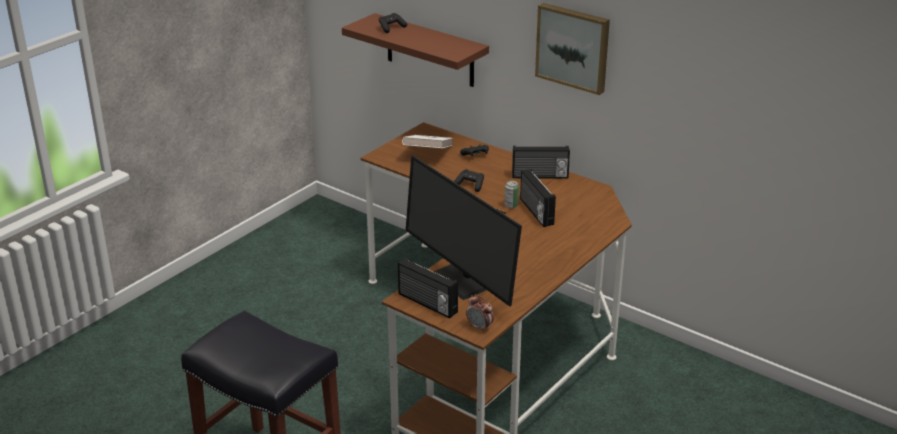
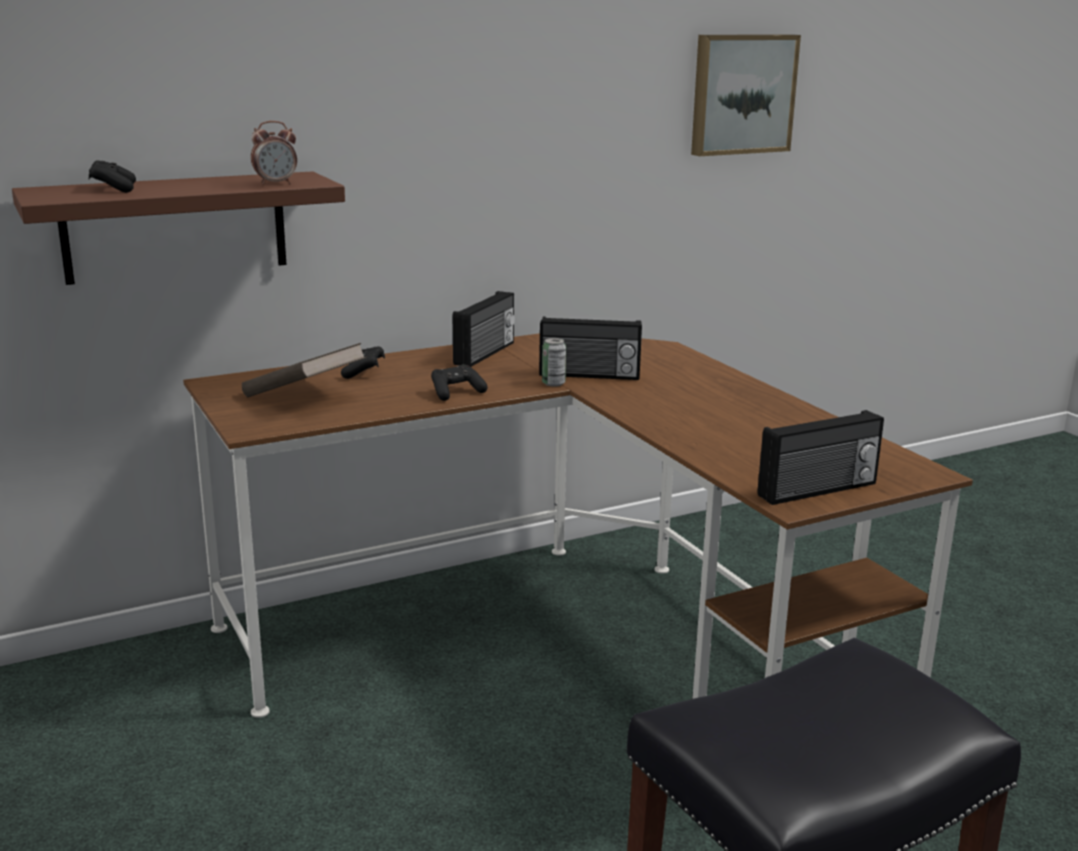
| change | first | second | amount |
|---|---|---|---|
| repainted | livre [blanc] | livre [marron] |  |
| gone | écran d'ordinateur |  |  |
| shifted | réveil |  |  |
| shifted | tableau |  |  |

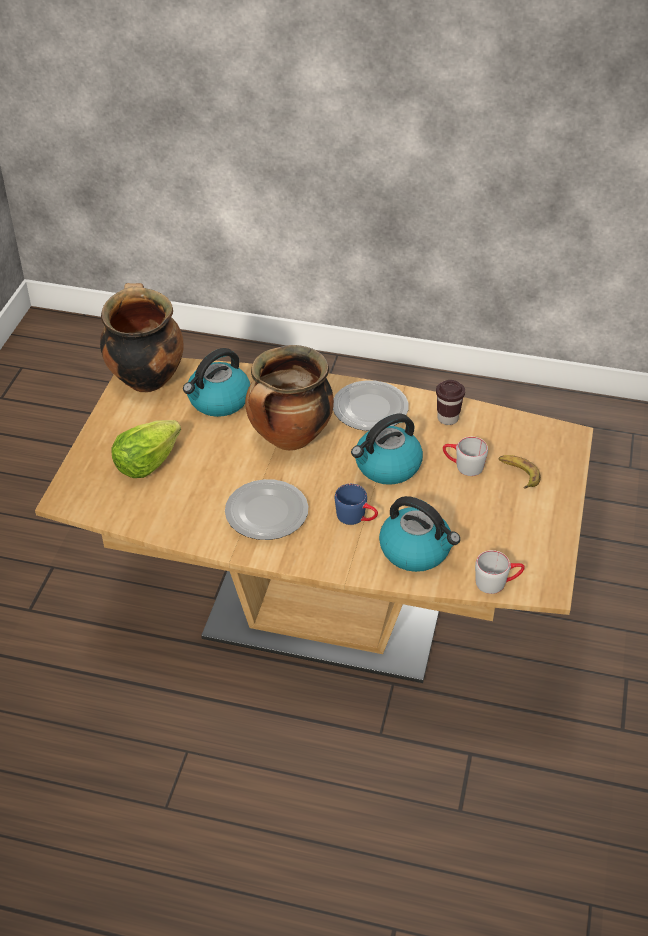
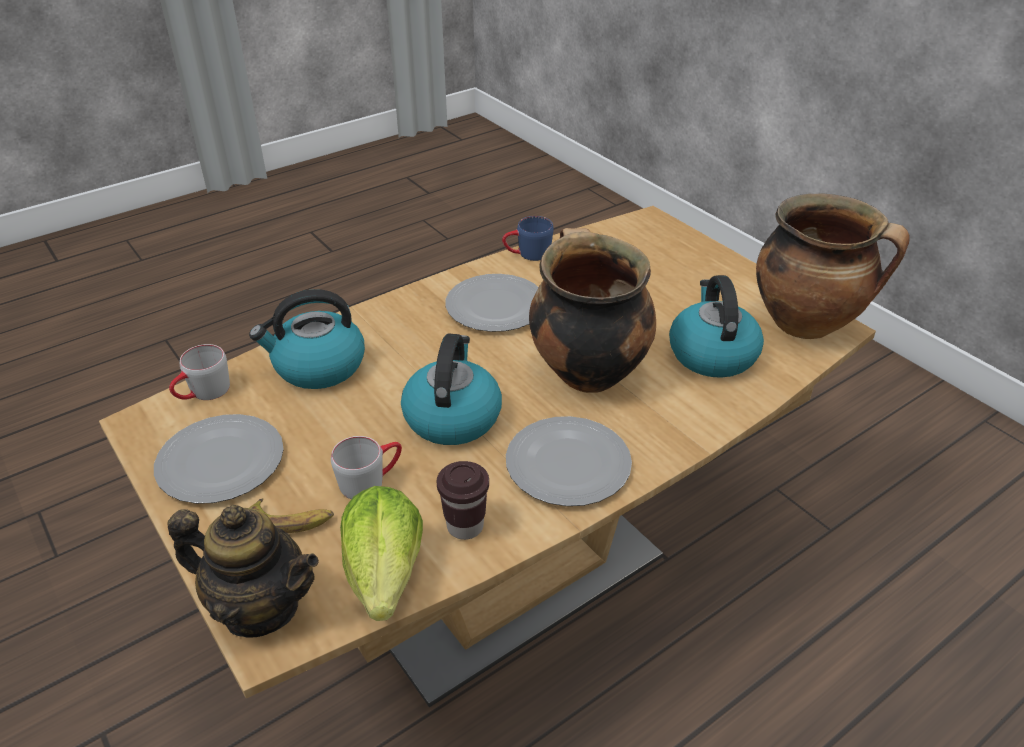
| change | first | second | amount |
|---|---|---|---|
| shifted | laitue |  |  |
| shifted | mug [bleu] |  |  |
| new |  | assiette (no. 1 from left) |  |
| new |  | théière |  |

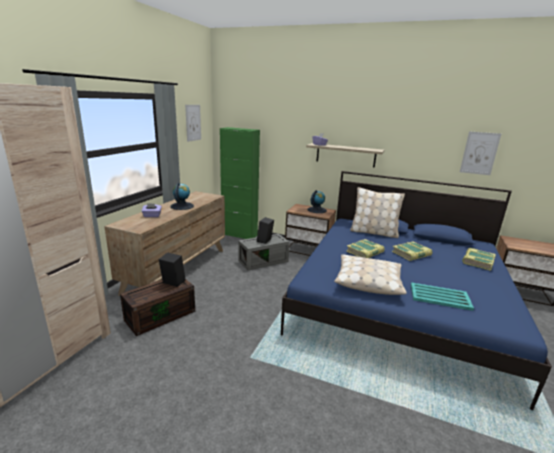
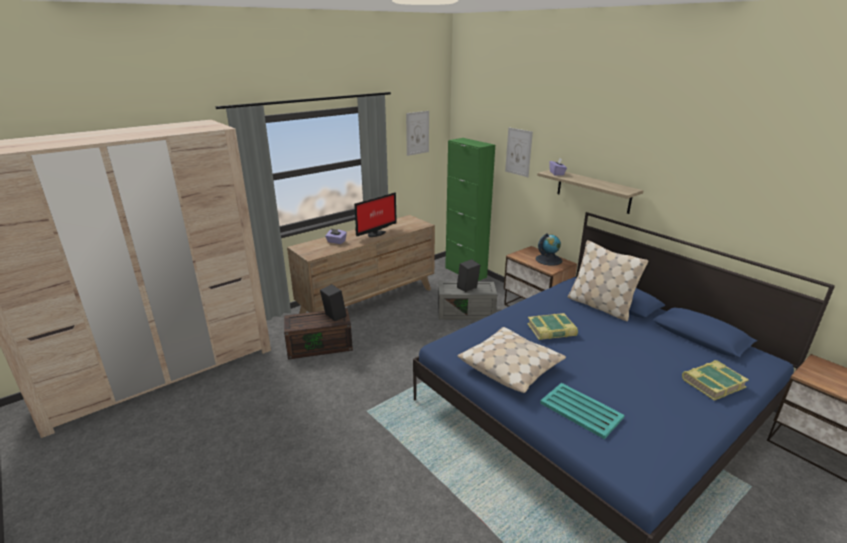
| change | first | second | amount |
|---|---|---|---|
| swapped | globe (no. 1 from left) | écran d'ordinateur |  |
| gone | livre (no. 2 from left) |  |  |
| shifted | tableau (no. 2 from left) |  |  |

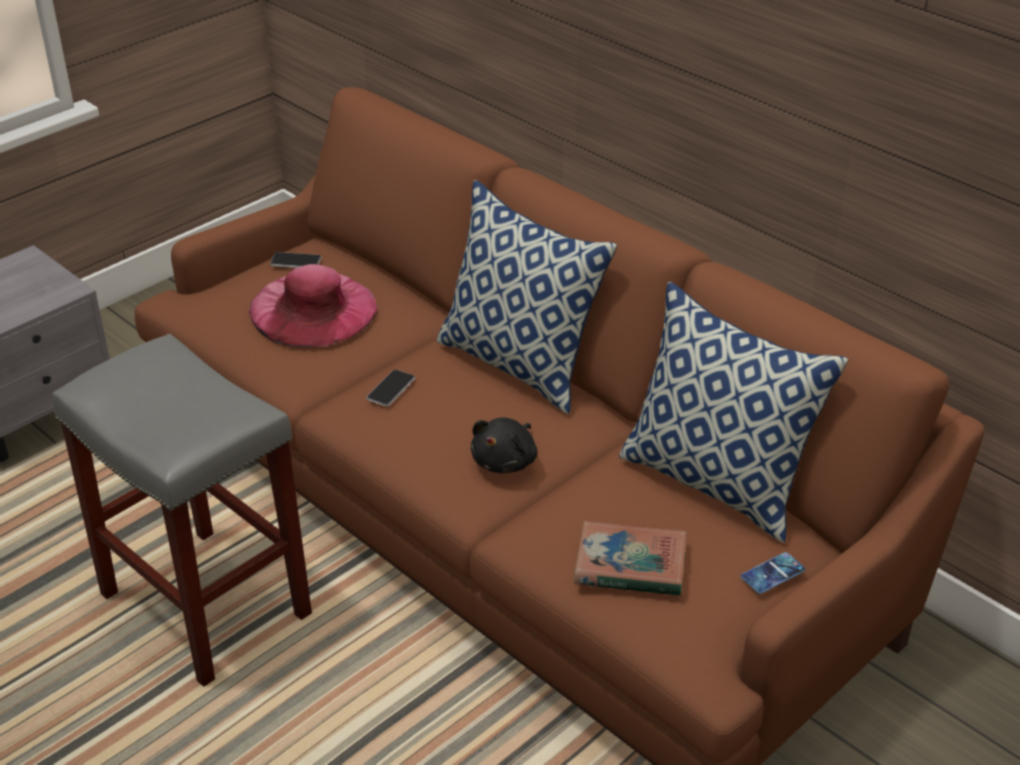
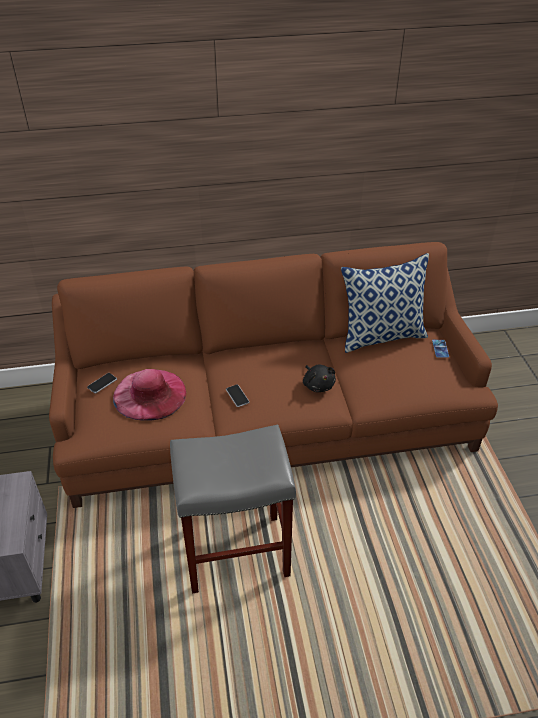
| change | first | second | amount |
|---|---|---|---|
| gone | coussin (no. 1 from left) |  |  |
| gone | livre |  |  |

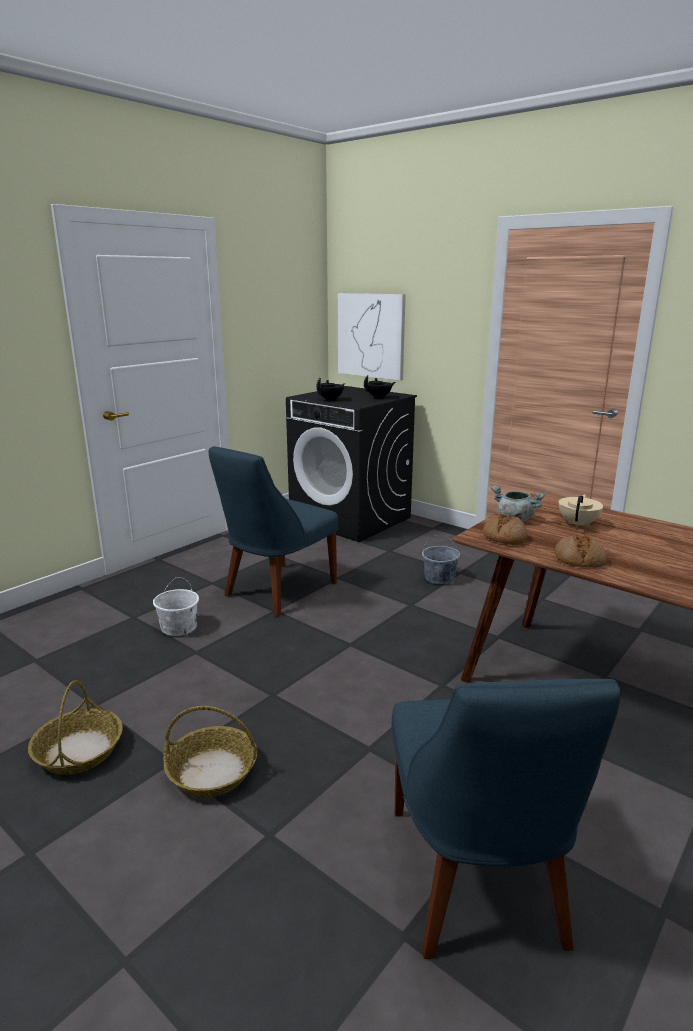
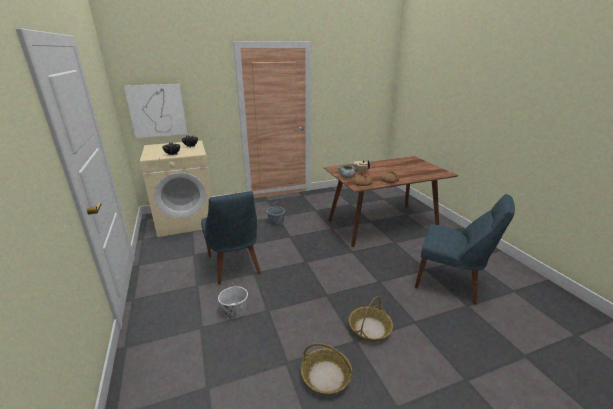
| change | first | second | amount |
|---|---|---|---|
| repainted | lave-linge [noir] | lave-linge [beige] |  |

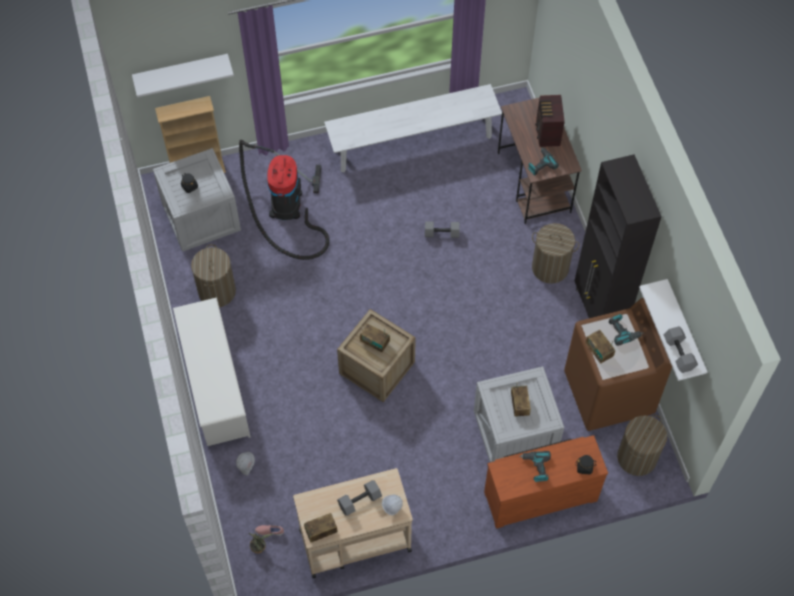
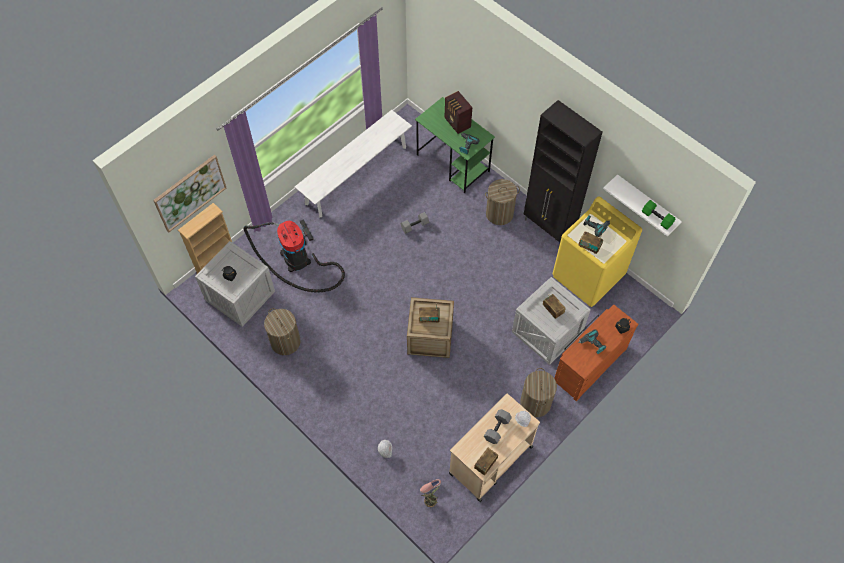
| change | first | second | amount |
|---|---|---|---|
| swapped | étagère [blanc] (no. 1 from left) | tableau |  |
| gone | étagère à chaussures [blanc] |  |  |
| repainted | bureau [marron] | bureau [vert] |  |
| repainted | lave-linge [marron] | lave-linge [jaune] |  |
| shifted | panier à linge (no. 3 from left) |  |  |
| repainted | haltère [gris] (no. 3 from left) | haltère [vert] |  |

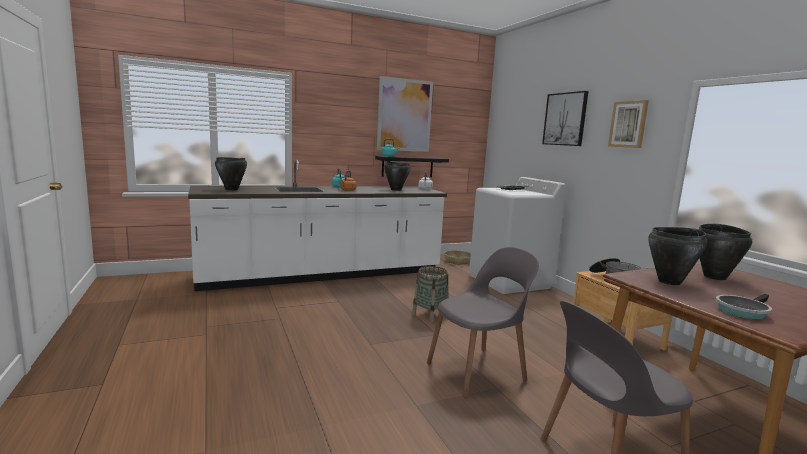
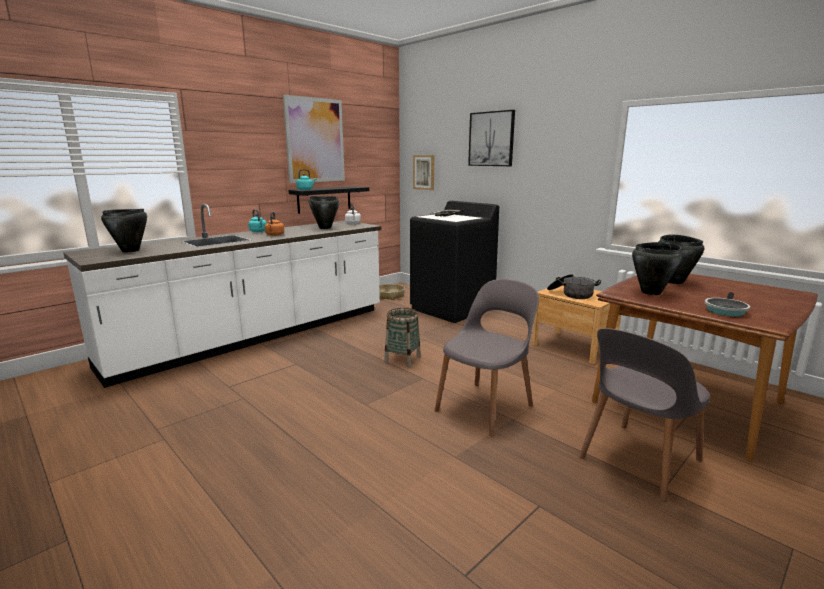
| change | first | second | amount |
|---|---|---|---|
| repainted | lave-linge [blanc] | lave-linge [noir] |  |
| shifted | tableau (no. 3 from left in the first image) | tableau (no. 2 from left) |  |

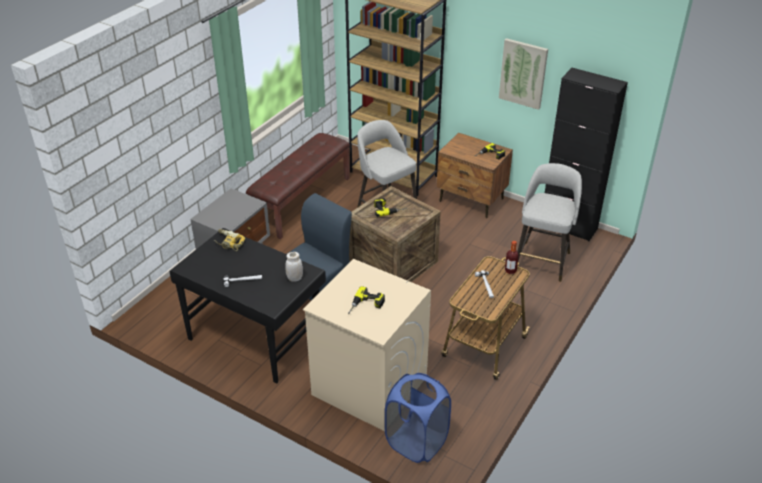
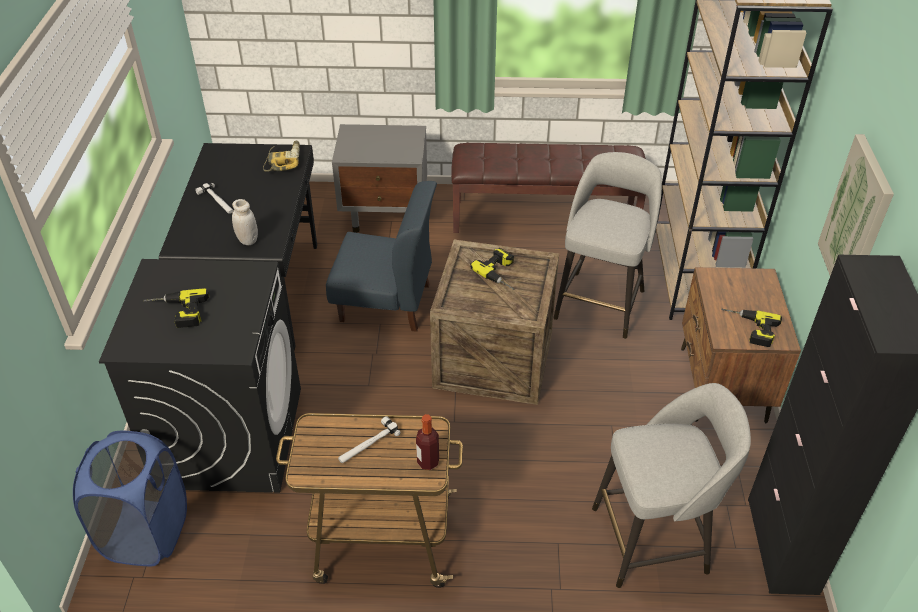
| change | first | second | amount |
|---|---|---|---|
| repainted | lave-linge [beige] | lave-linge [noir] |  |

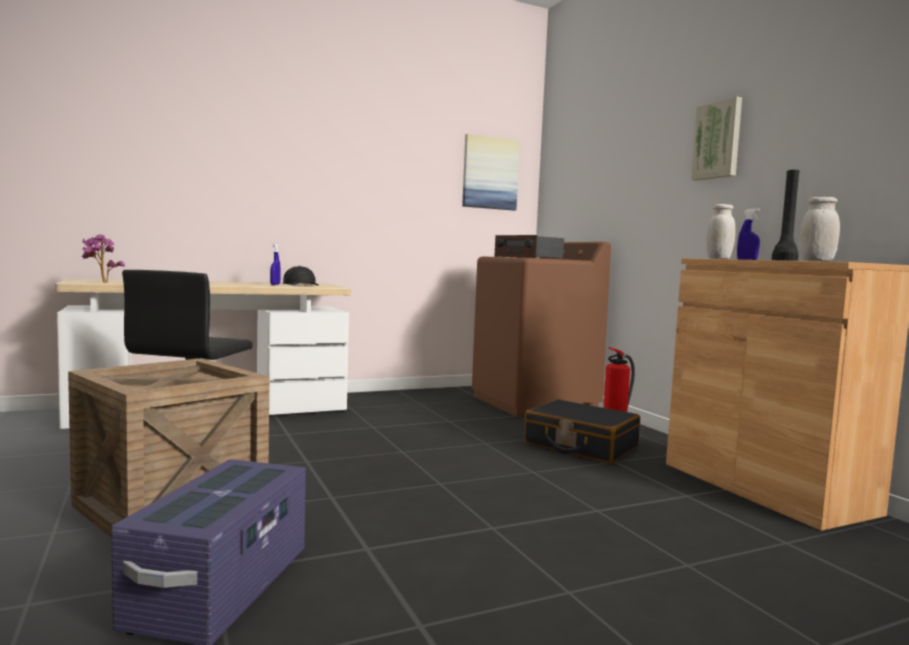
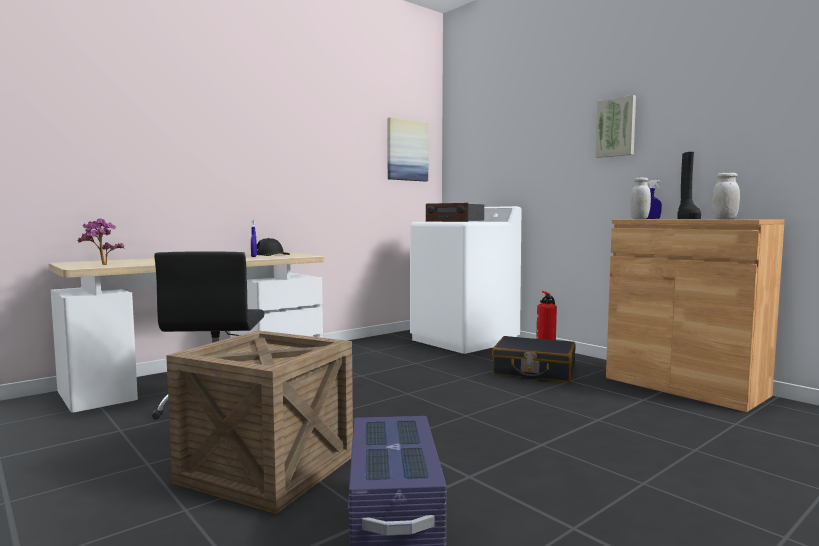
| change | first | second | amount |
|---|---|---|---|
| repainted | lave-linge [marron] | lave-linge [blanc] |  |

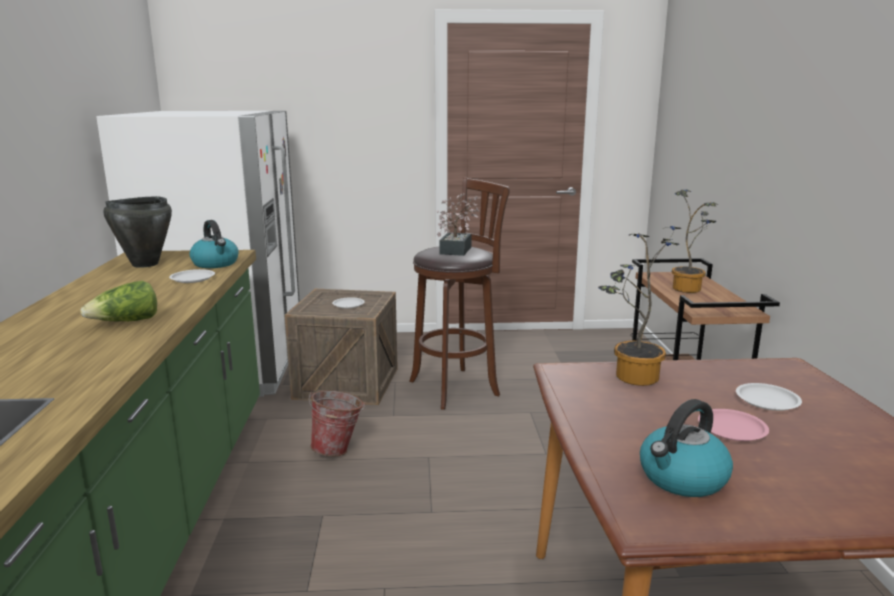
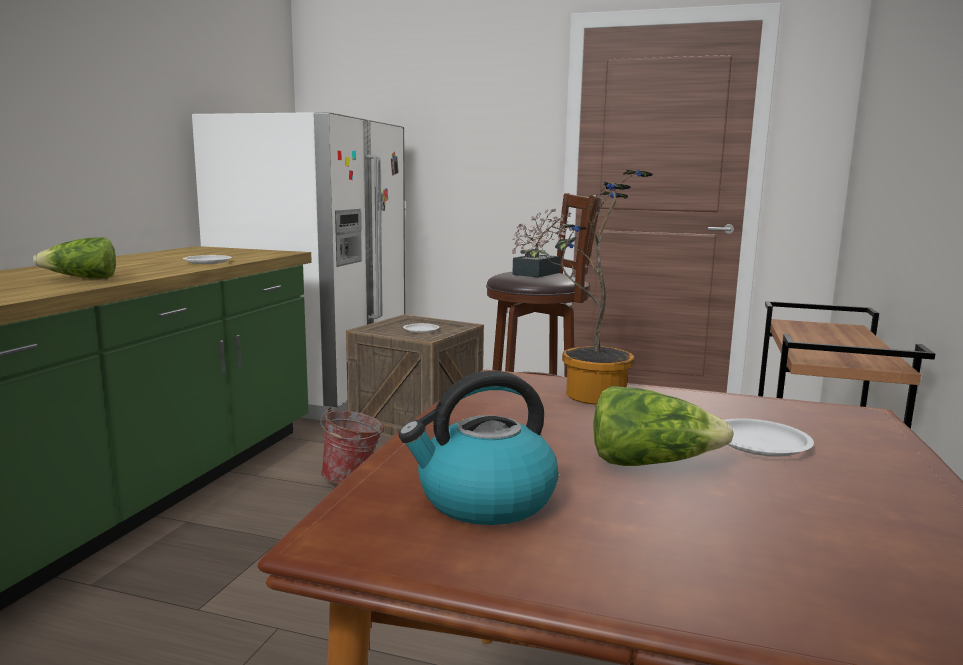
| change | first | second | amount |
|---|---|---|---|
| gone | marmite [noir] |  |  |
| gone | bouilloire (no. 1 from left) |  |  |
| gone | plante en pot (no. 3 from left) |  |  |
| swapped | assiette [rose] | laitue (no. 2 from left) |  |

